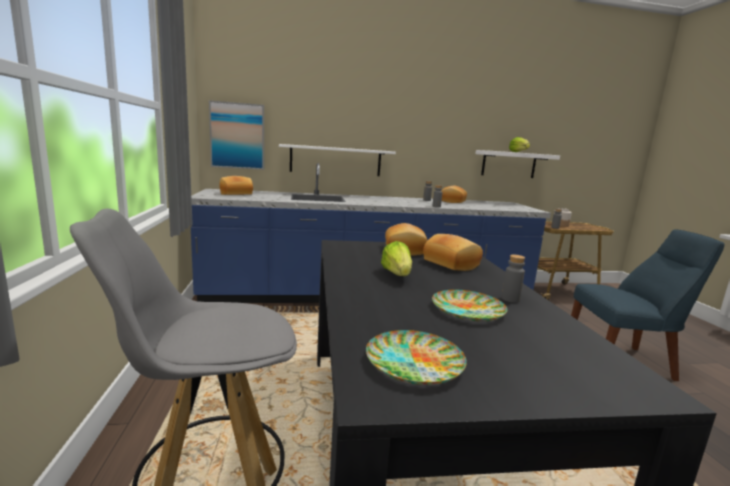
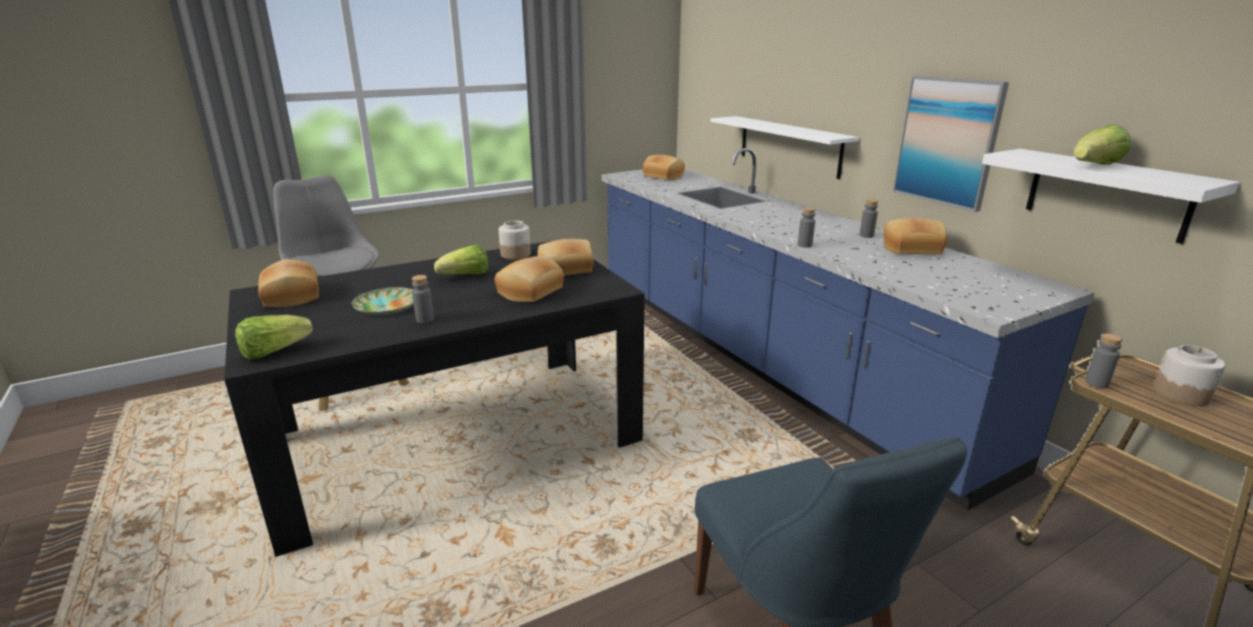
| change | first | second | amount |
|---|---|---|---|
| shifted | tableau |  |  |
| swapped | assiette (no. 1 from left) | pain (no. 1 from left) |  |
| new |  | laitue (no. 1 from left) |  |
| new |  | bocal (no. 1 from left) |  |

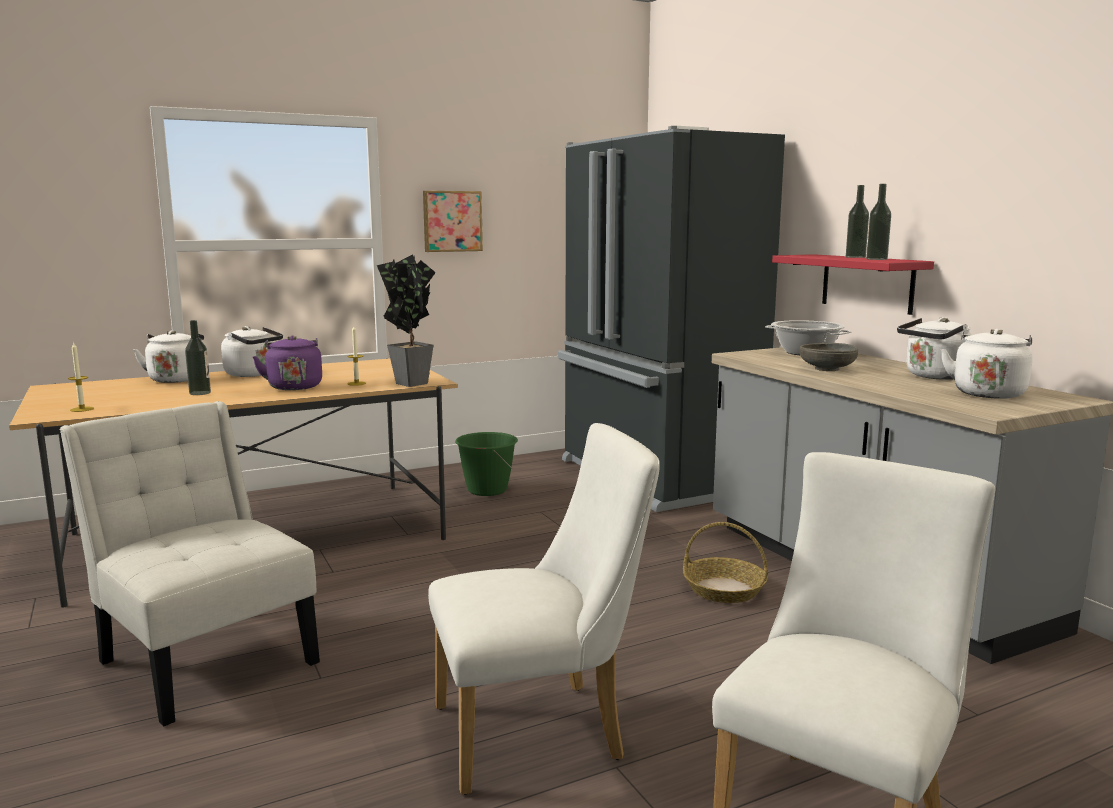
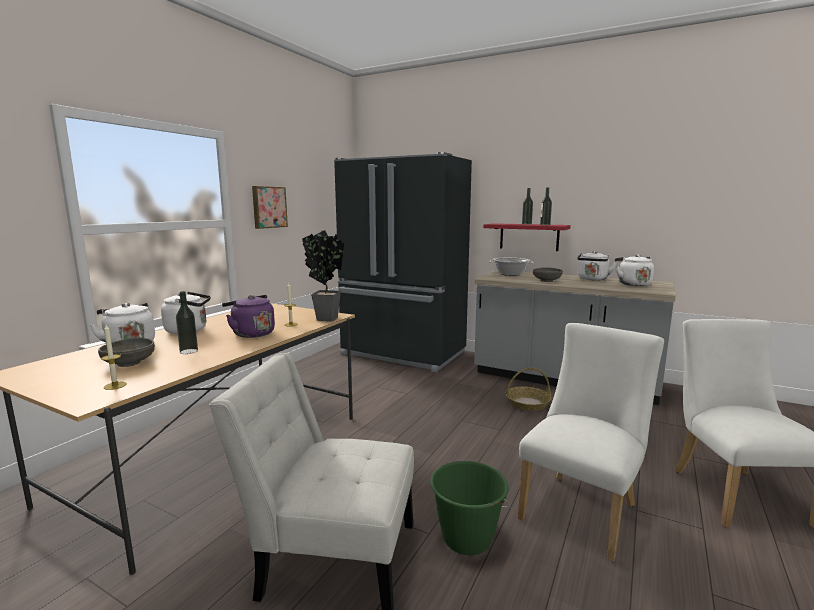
| change | first | second | amount |
|---|---|---|---|
| shifted | seau [vert] |  |  |
| new |  | bol [gris] (no. 1 from left) |  |

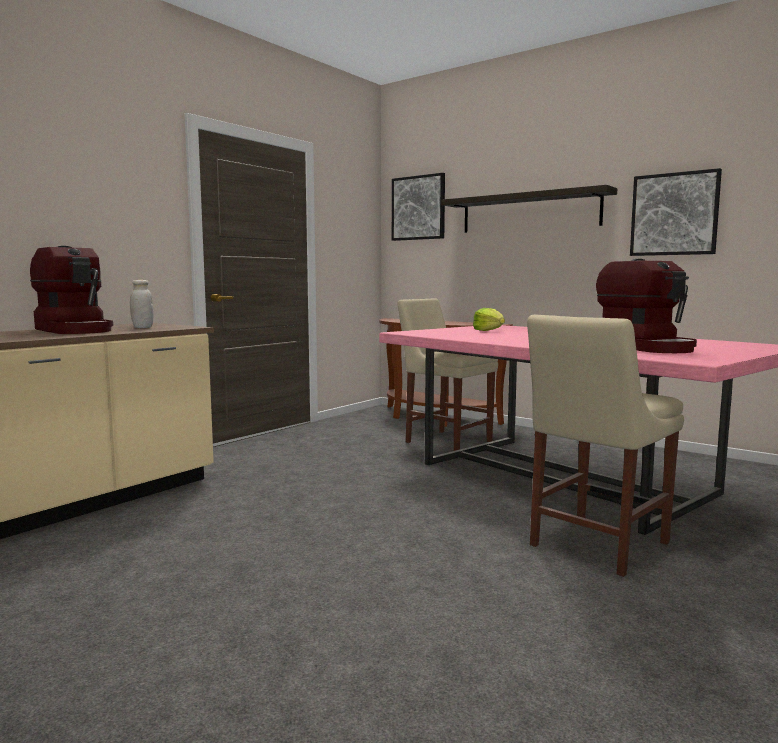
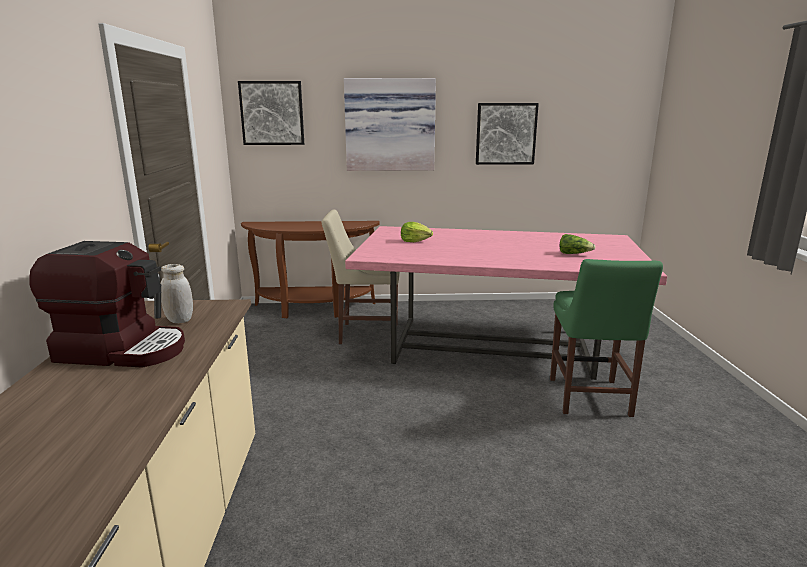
| change | first | second | amount |
|---|---|---|---|
| swapped | étagère | tableau (no. 2 from left) |  |
| repainted | chaise [beige] (no. 2 from left) | chaise [vert] |  |
| swapped | machine à café (no. 2 from left) | laitue (no. 2 from left) |  |

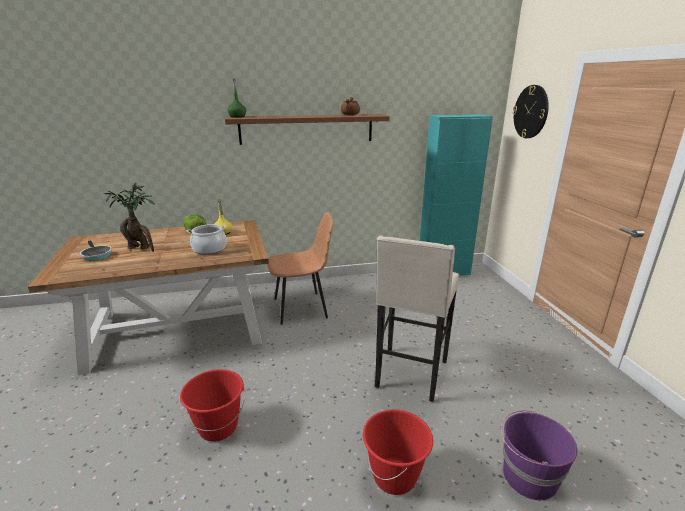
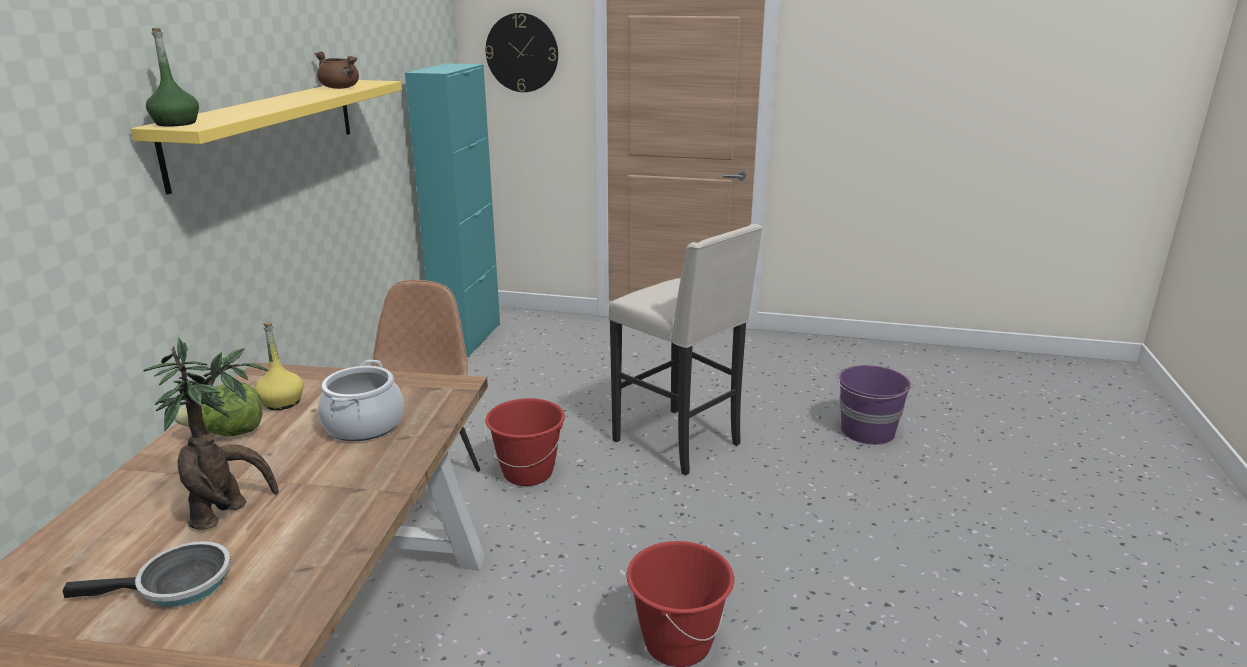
| change | first | second | amount |
|---|---|---|---|
| repainted | étagère [marron] | étagère [jaune] |  |
| shifted | seau [rouge] (no. 2 from left in the first image) | seau [rouge] (no. 1 from left) |  |

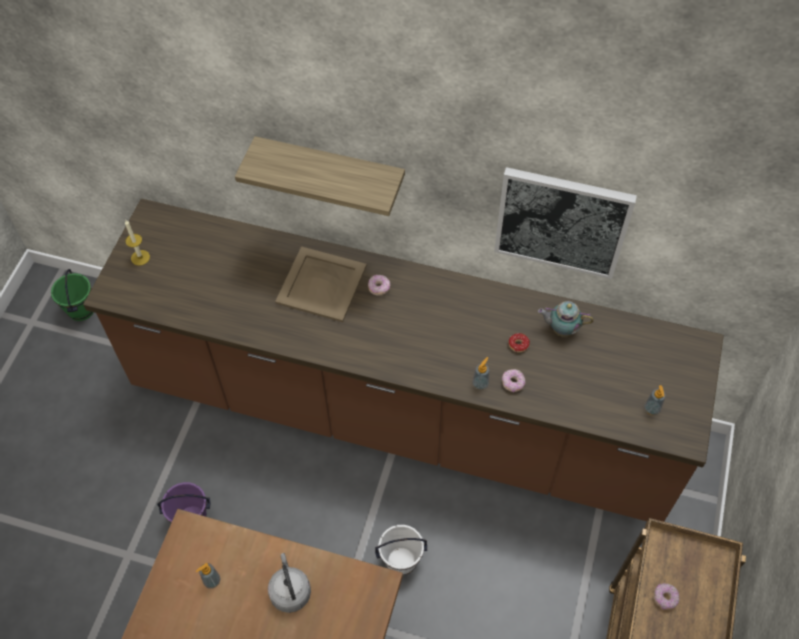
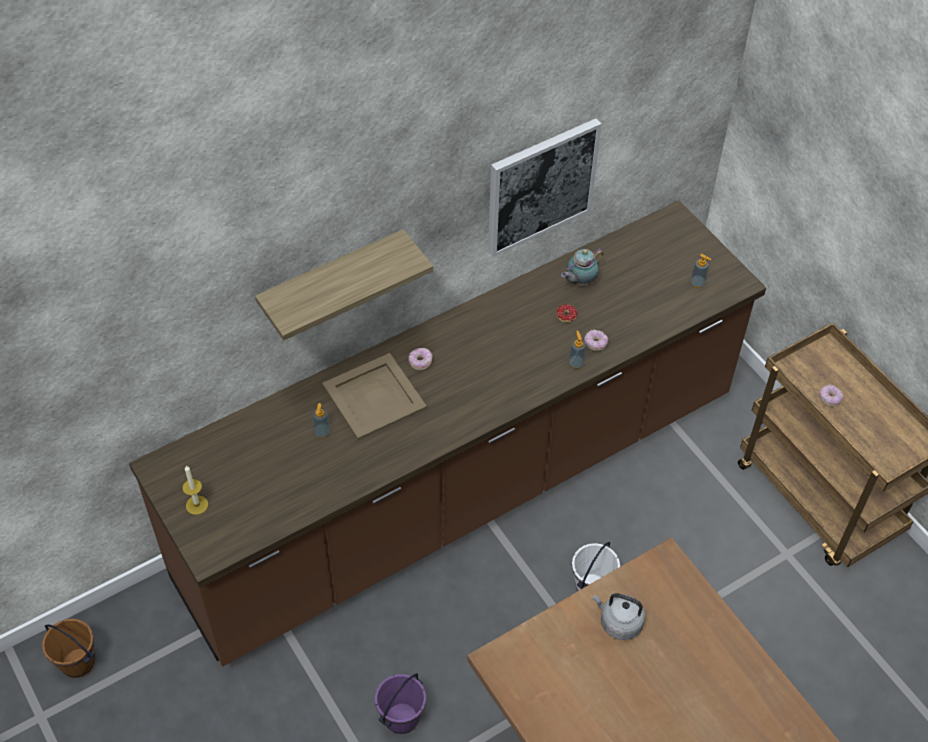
| change | first | second | amount |
|---|---|---|---|
| repainted | seau [vert] | seau [marron] |  |
| shifted | distributeur de savon (no. 1 from left) |  |  |

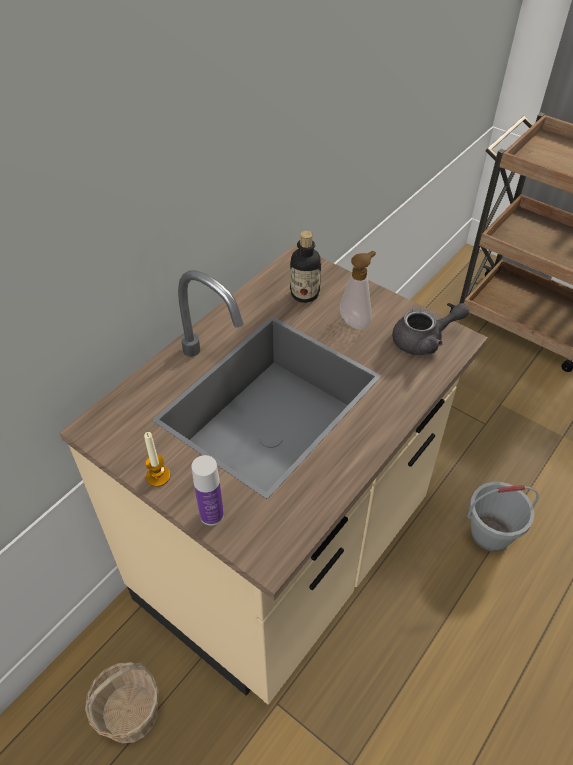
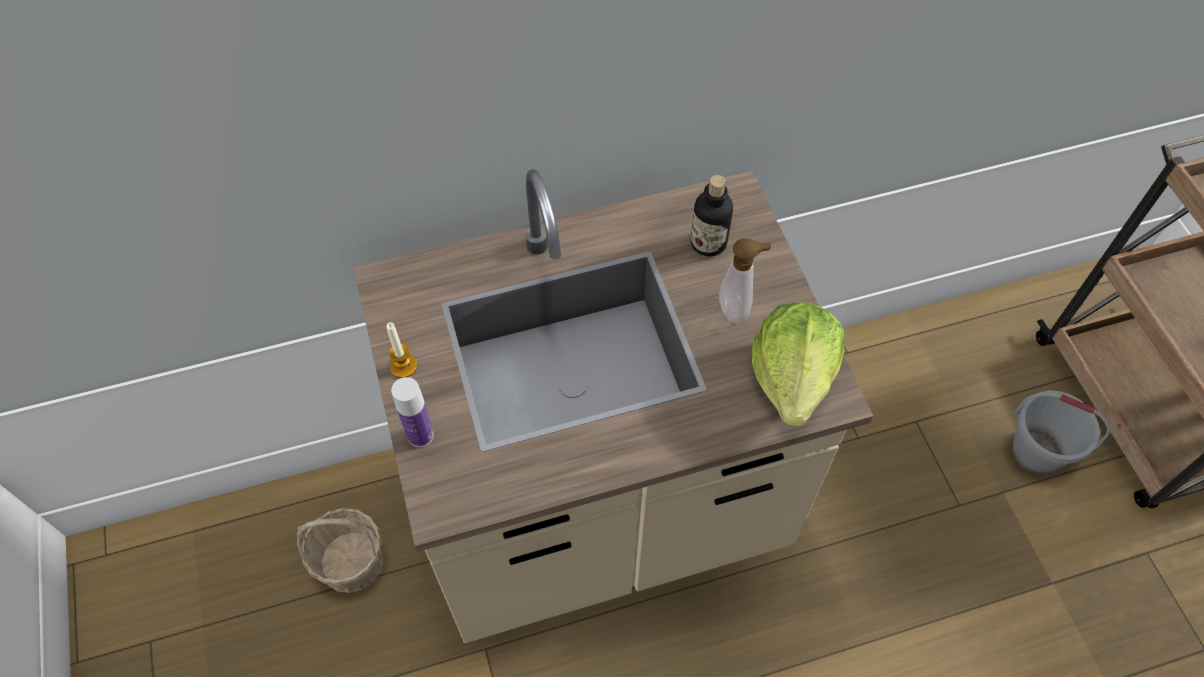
| change | first | second | amount |
|---|---|---|---|
| swapped | théière [gris] | laitue |  |
| shifted | seau [gris] |  |  |

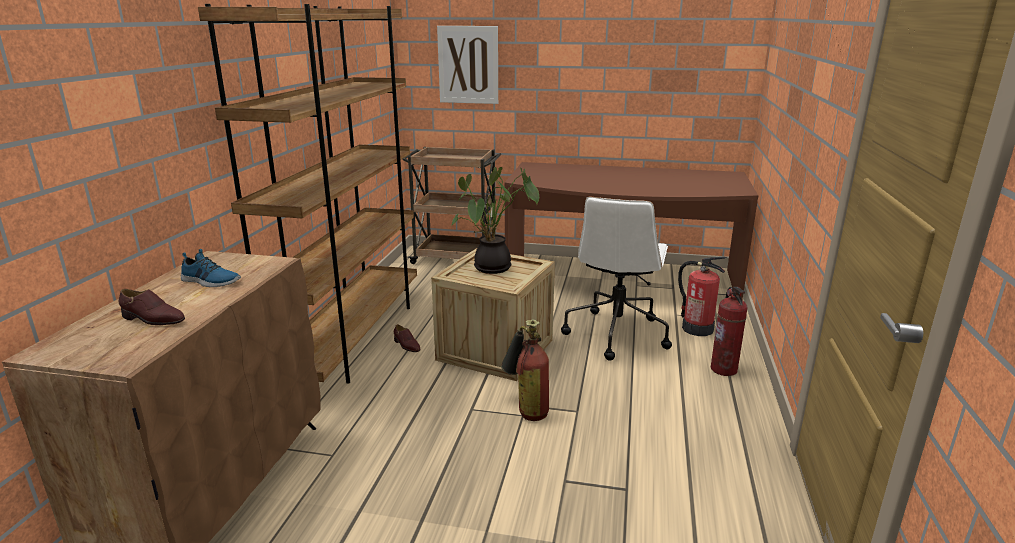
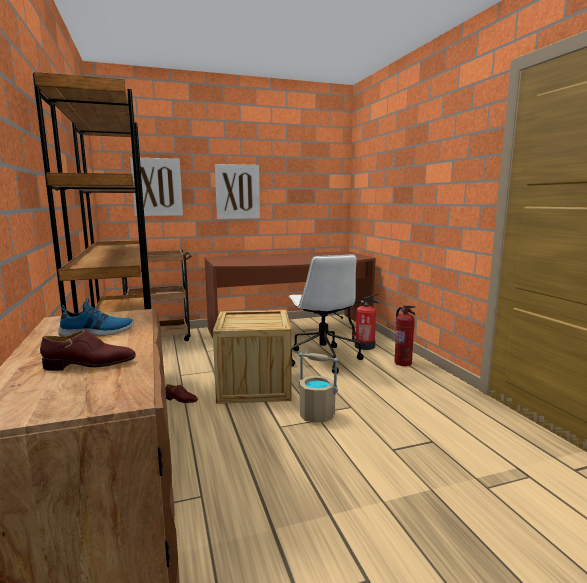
| change | first | second | amount |
|---|---|---|---|
| gone | plante en pot |  |  |
| swapped | extincteur (no. 1 from left) | seau [beige] |  |
| new |  | tableau (no. 2 from left) |  |

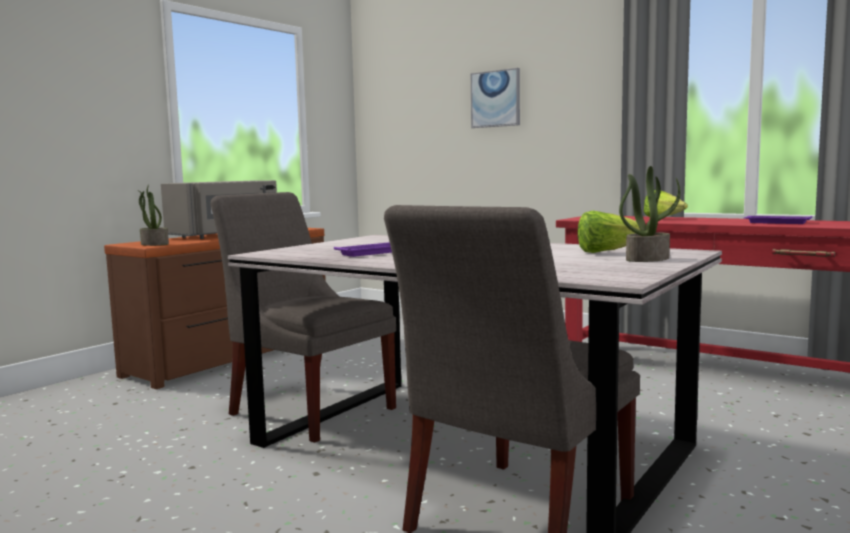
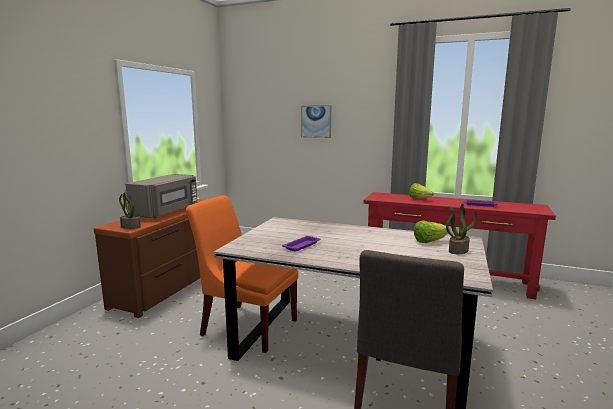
| change | first | second | amount |
|---|---|---|---|
| repainted | chaise [gris] (no. 1 from left) | chaise [orange] |  |

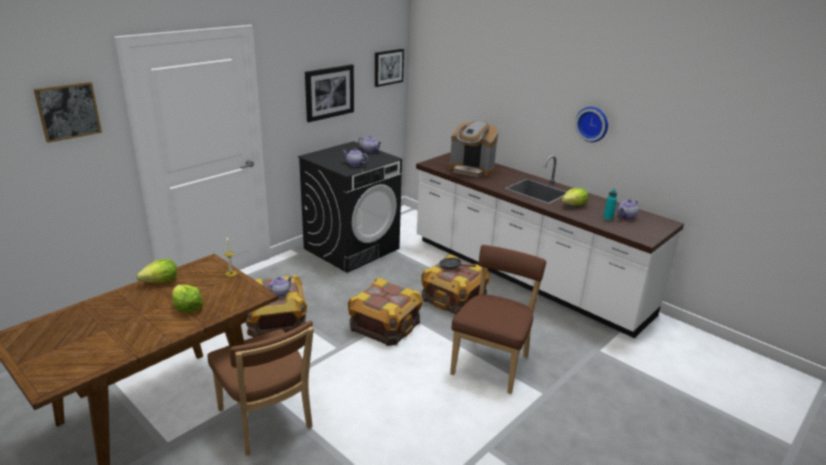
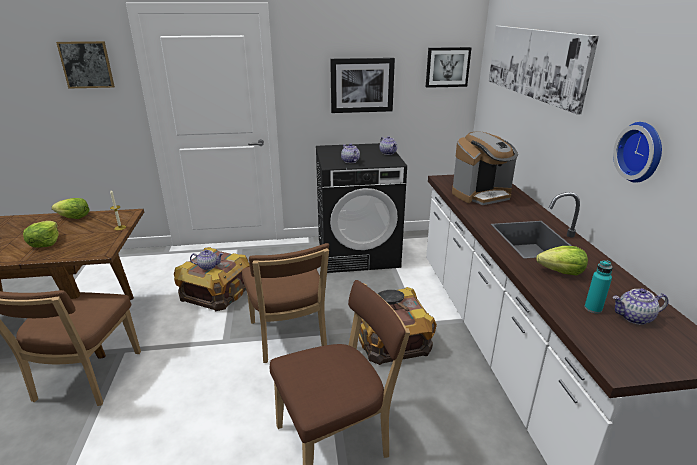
| change | first | second | amount |
|---|---|---|---|
| swapped | caisse (no. 2 from left) | chaise [marron] (no. 2 from left) |  |
| rotated | machine à café |  | 90 degrees counterclockwise |
| new |  | tableau (no. 4 from left) |  |

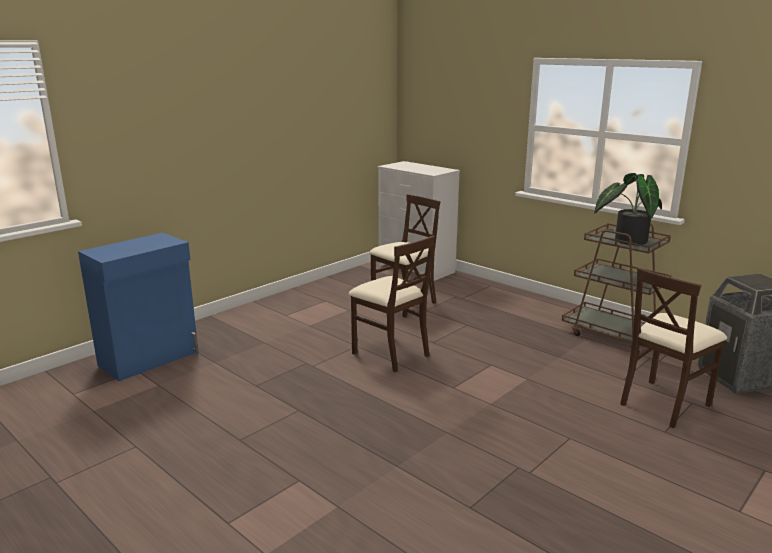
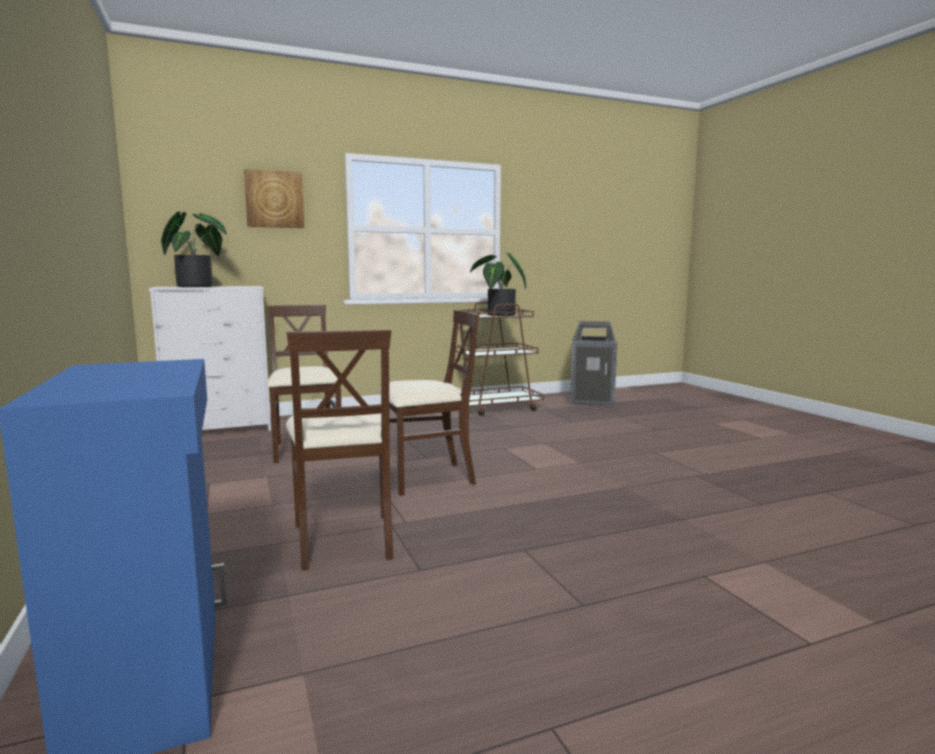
| change | first | second | amount |
|---|---|---|---|
| shifted | chaise [beige] (no. 3 from left in the first image) | chaise [beige] (no. 2 from left) |  |
| new |  | plante en pot (no. 1 from left) |  |
| new |  | tableau |  |

